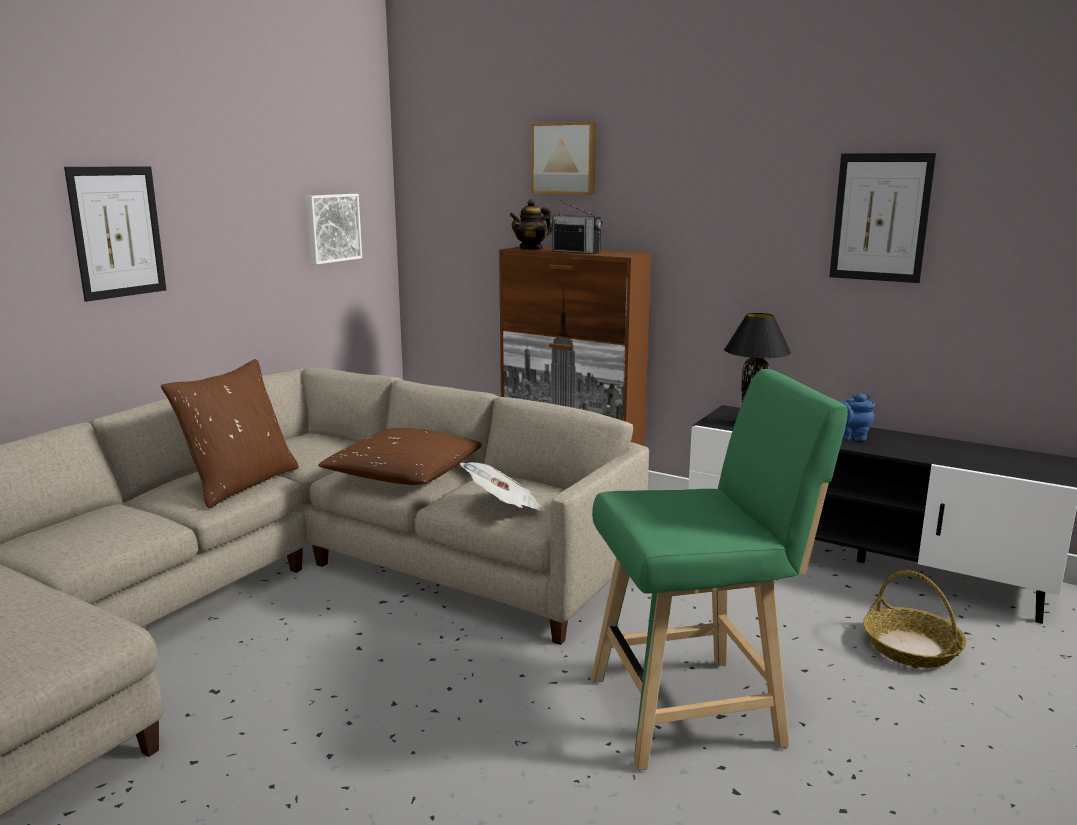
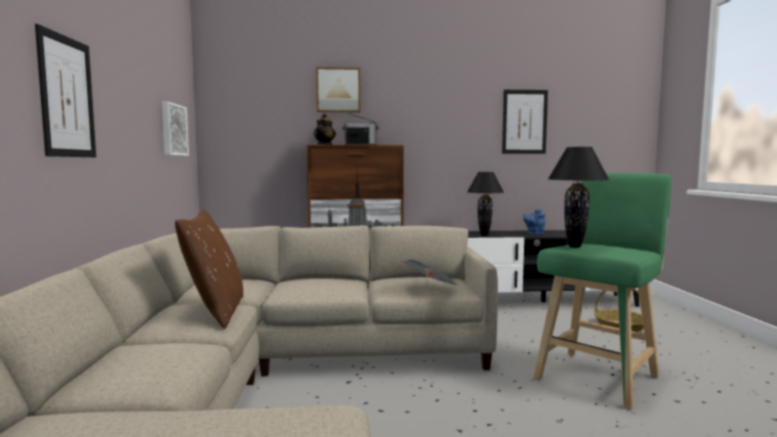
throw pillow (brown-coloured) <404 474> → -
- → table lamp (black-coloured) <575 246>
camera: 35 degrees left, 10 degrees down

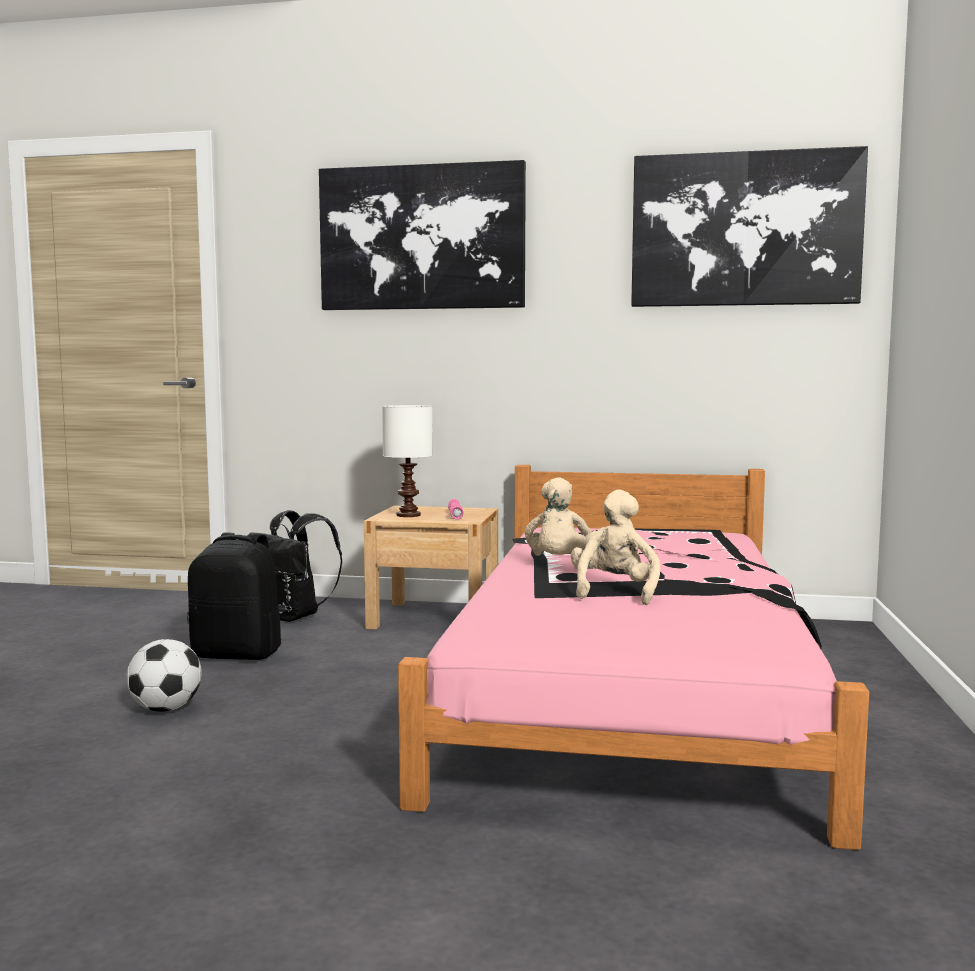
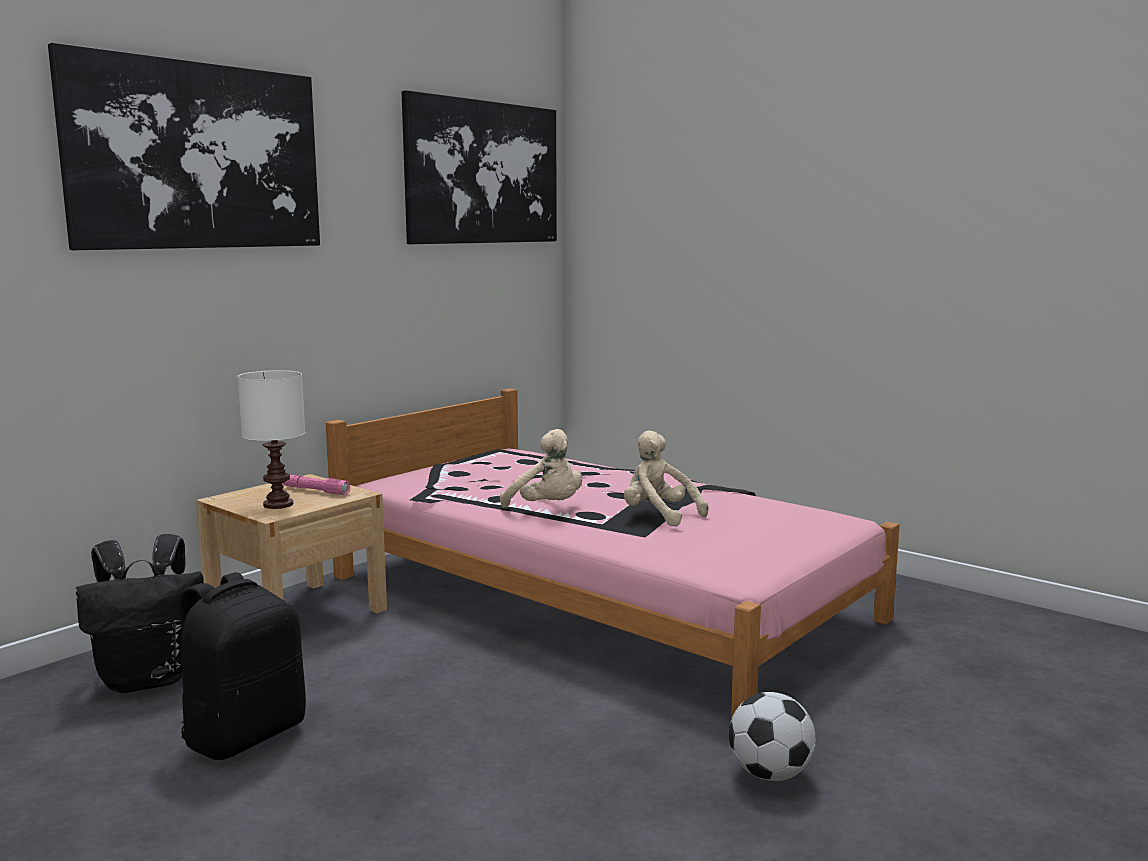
football ball <166 709> → football ball <770 774>, shifted
camera: 60 degrees left, 5 degrees up

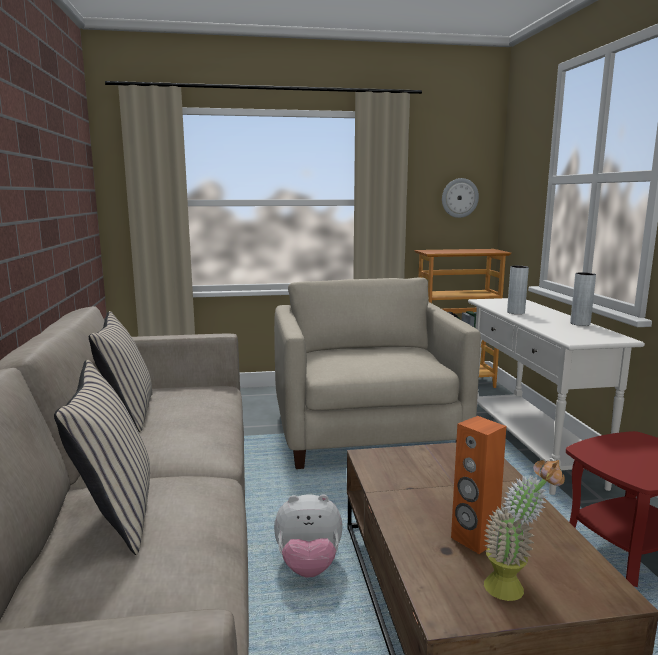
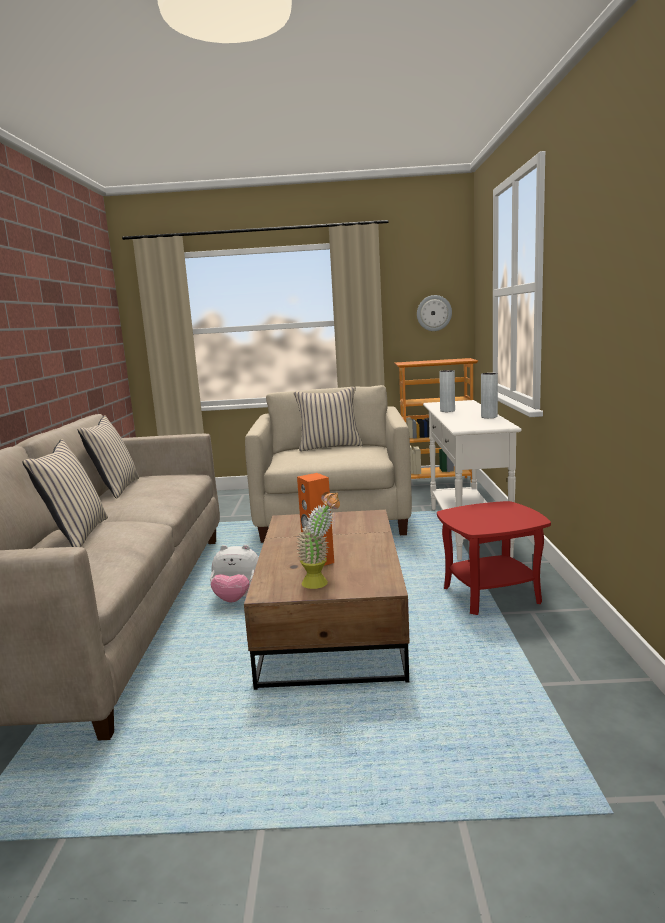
- → throw pillow (beige-coloured) <329 446>
camera: 10 degrees right, 0 degrees up

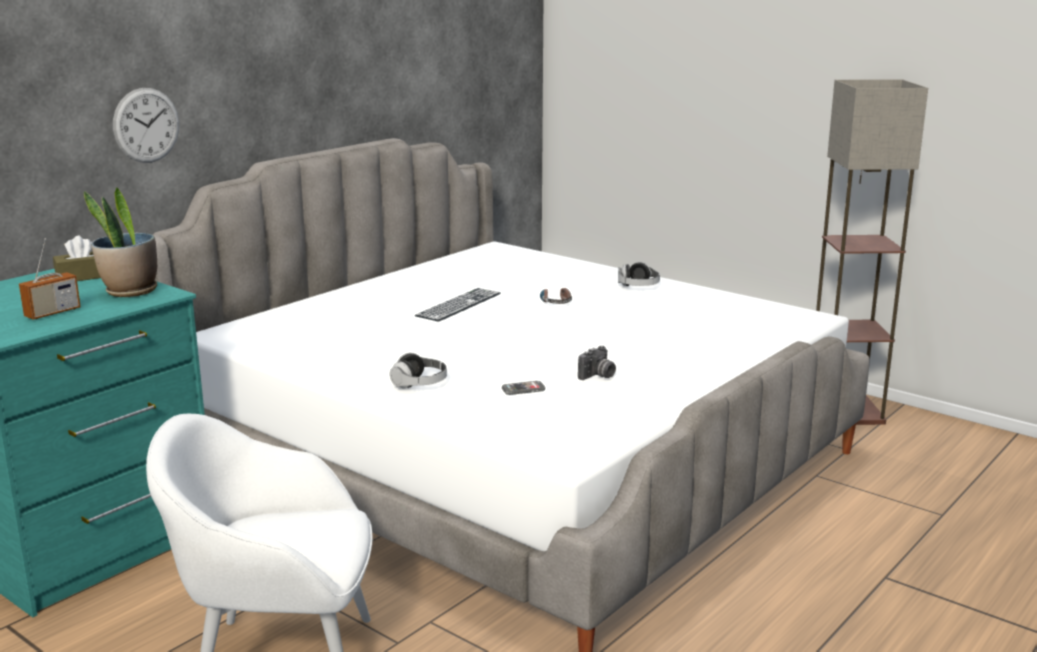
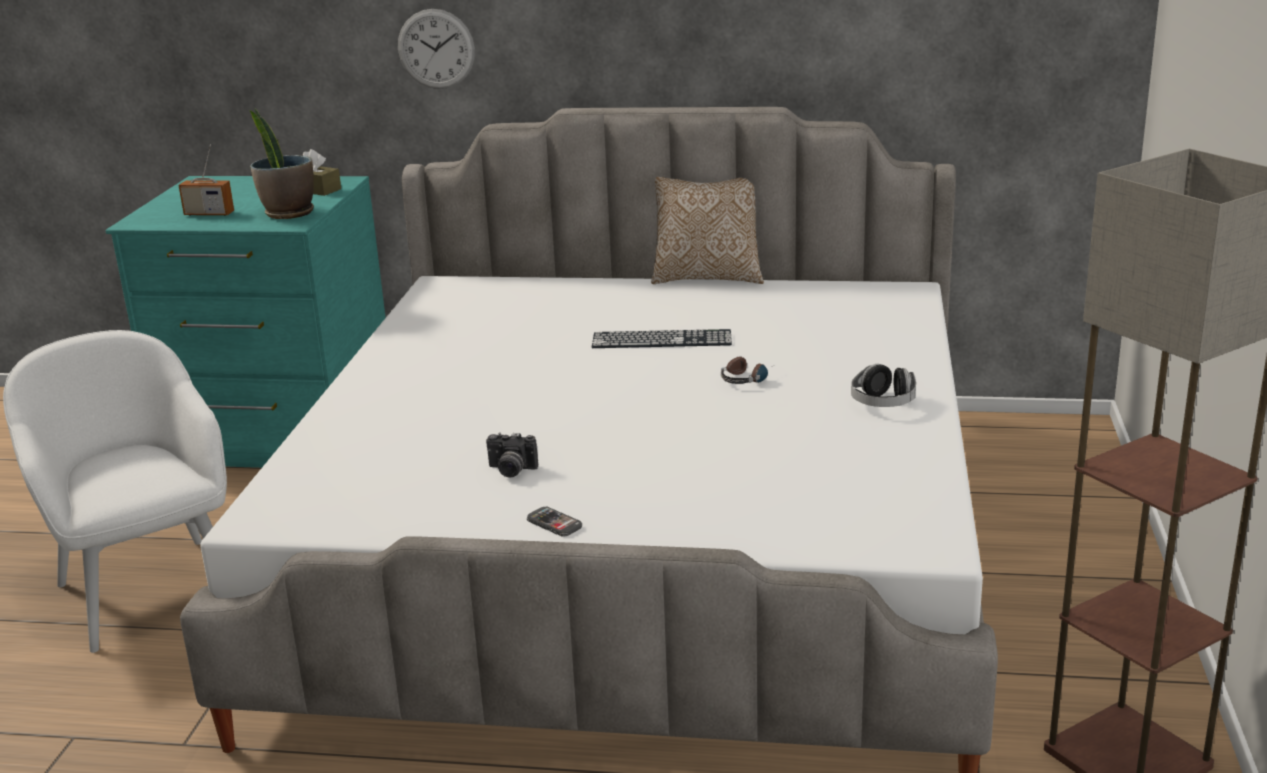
headset <419 384> → -
phone <523 389> → phone <554 523>, shifted
- → throw pillow <708 277>
camera: 60 degrees right, 5 degrees up

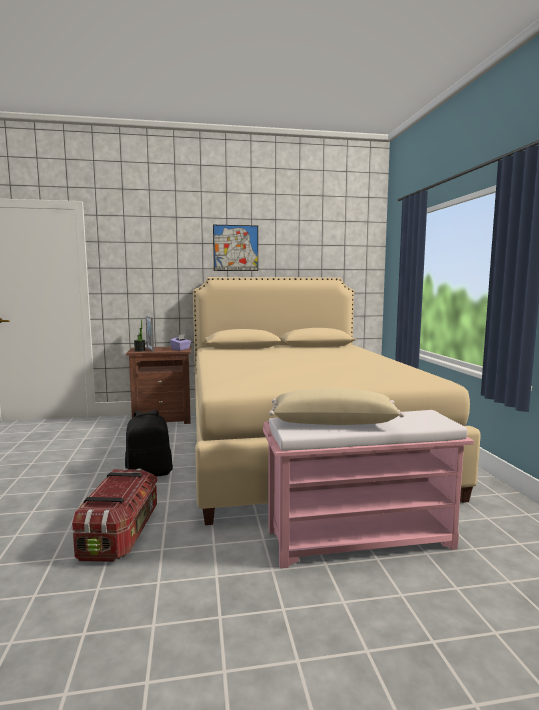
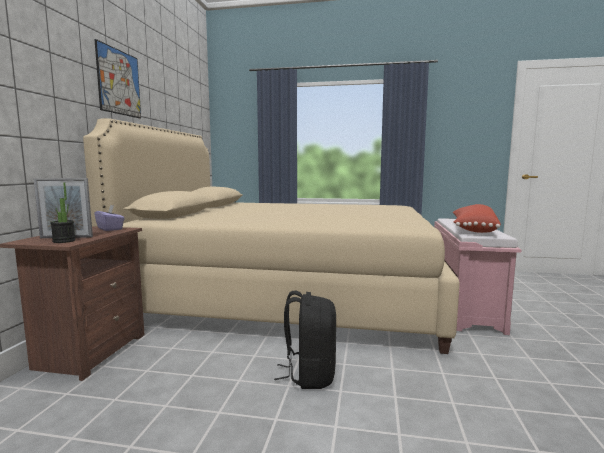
throw pillow (beige-coloured) <333 422> → throw pillow (reddish) <473 229>
storage box <121 533> → -
camera: 70 degrees left, 0 degrees up

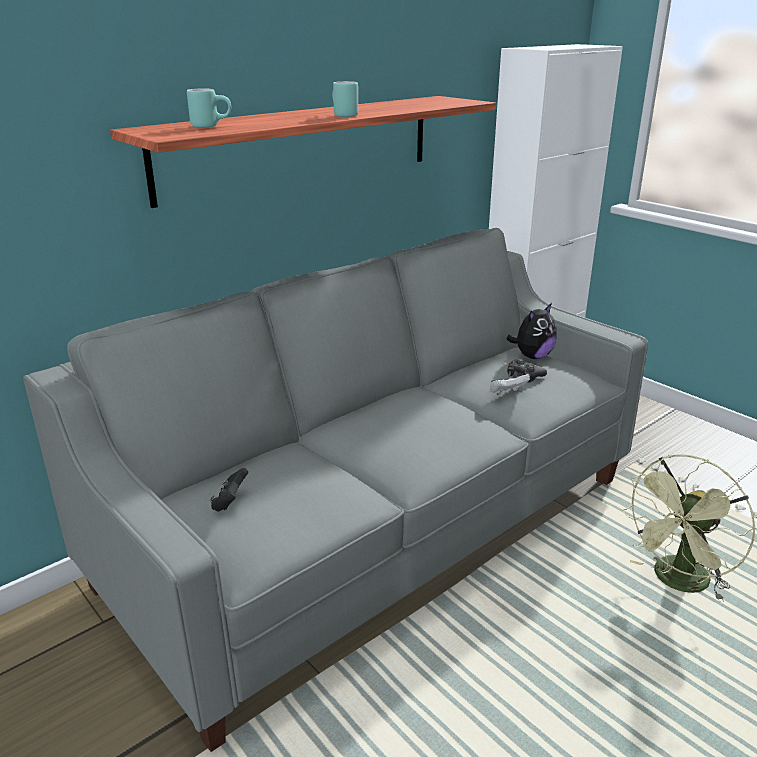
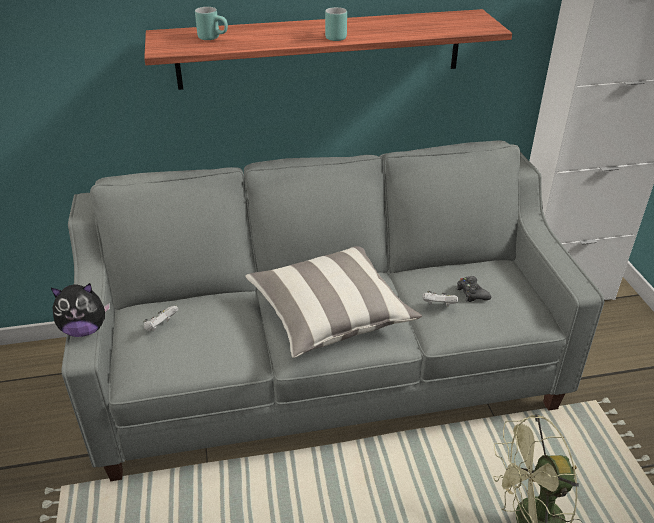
cuddly toy <532 356> → cuddly toy <85 329>, shifted
gamepad (black-coloured) <230 502> → gamepad (whitish) <161 326>
- → throw pillow <330 314>
camera: 30 degrees right, 10 degrees up

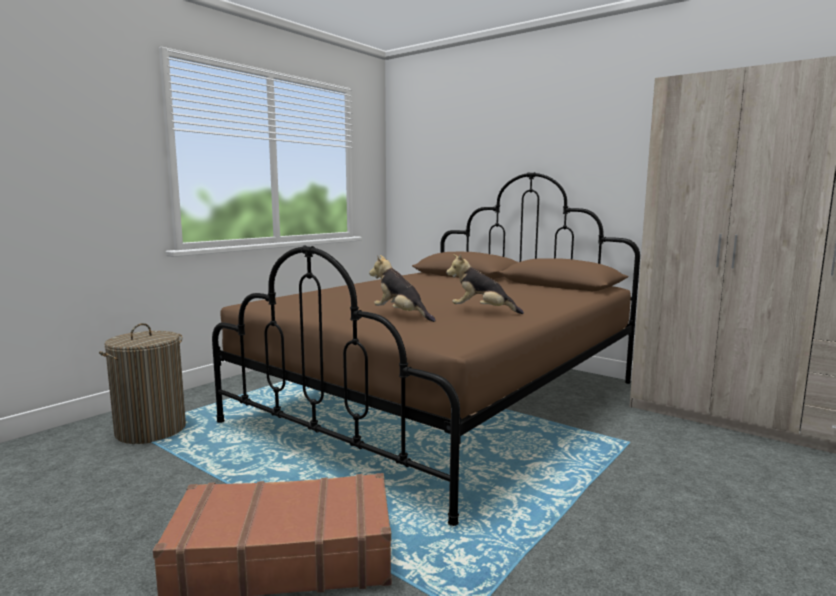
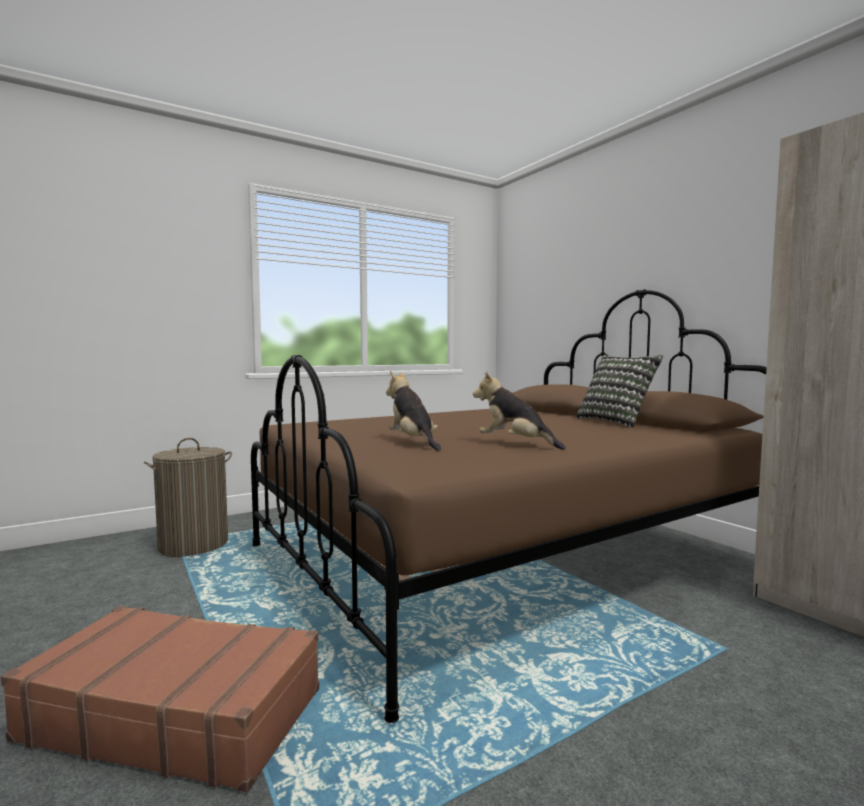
- → throw pillow <616 422>
camera: 20 degrees right, 5 degrees down

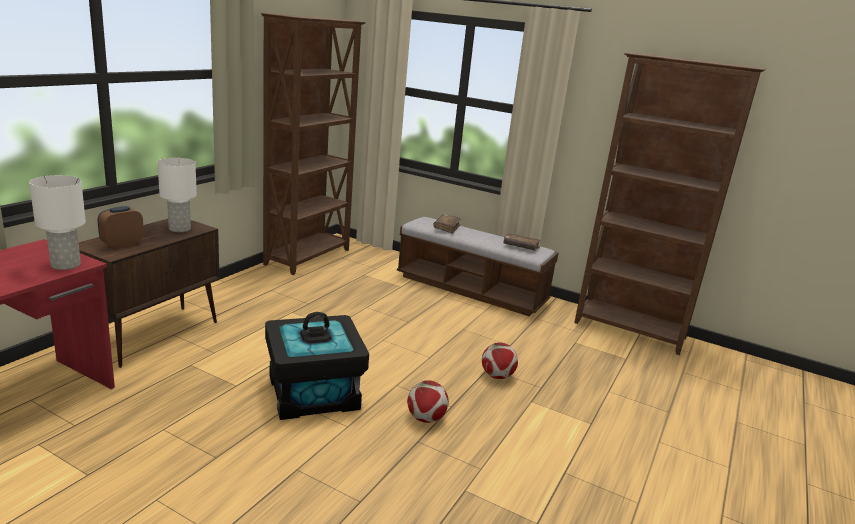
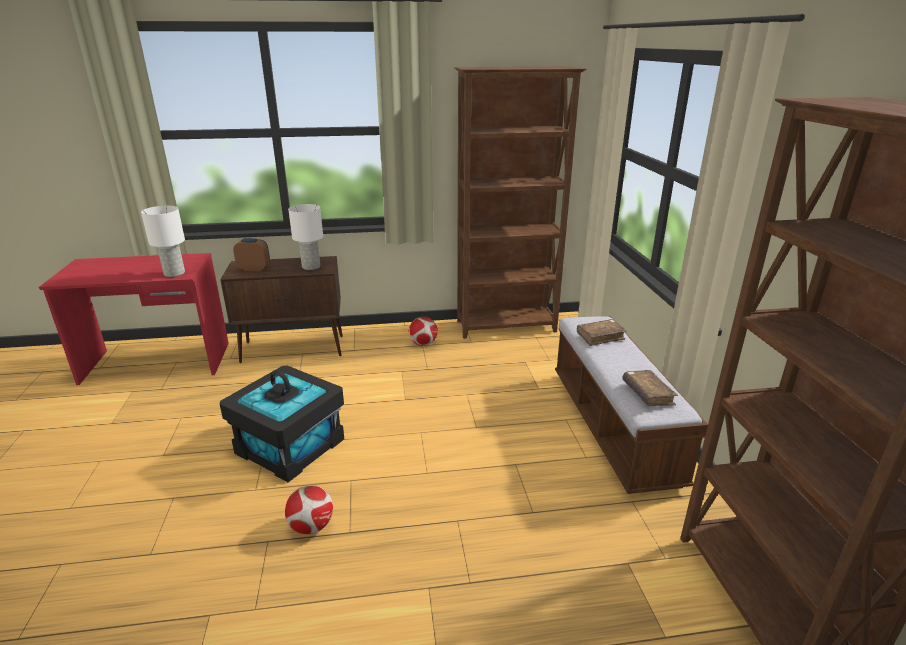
football ball <497 376> → football ball <423 344>, shifted
camera: 55 degrees right, 5 degrees up

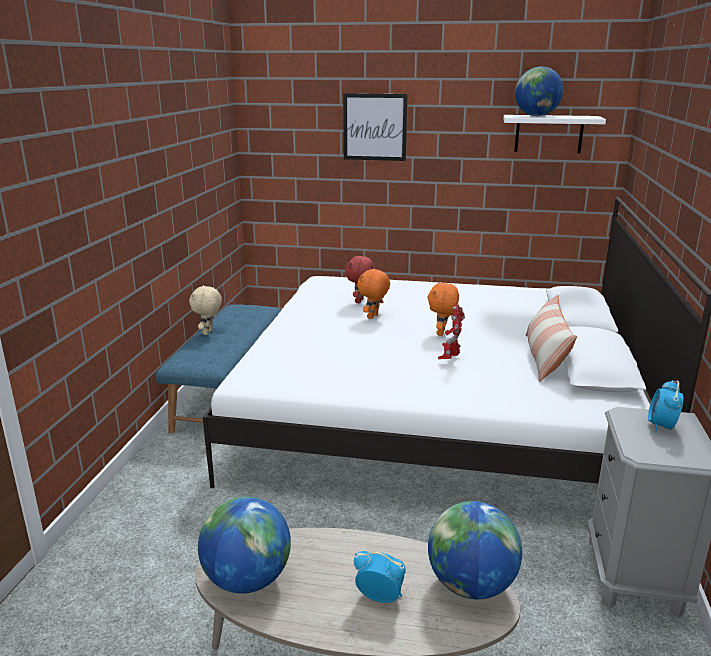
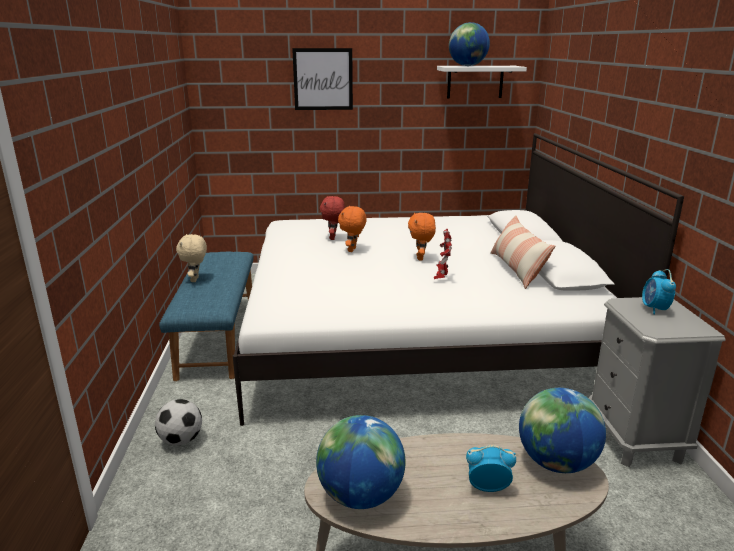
- → football ball <181 440>
camera: 15 degrees left, 0 degrees up

